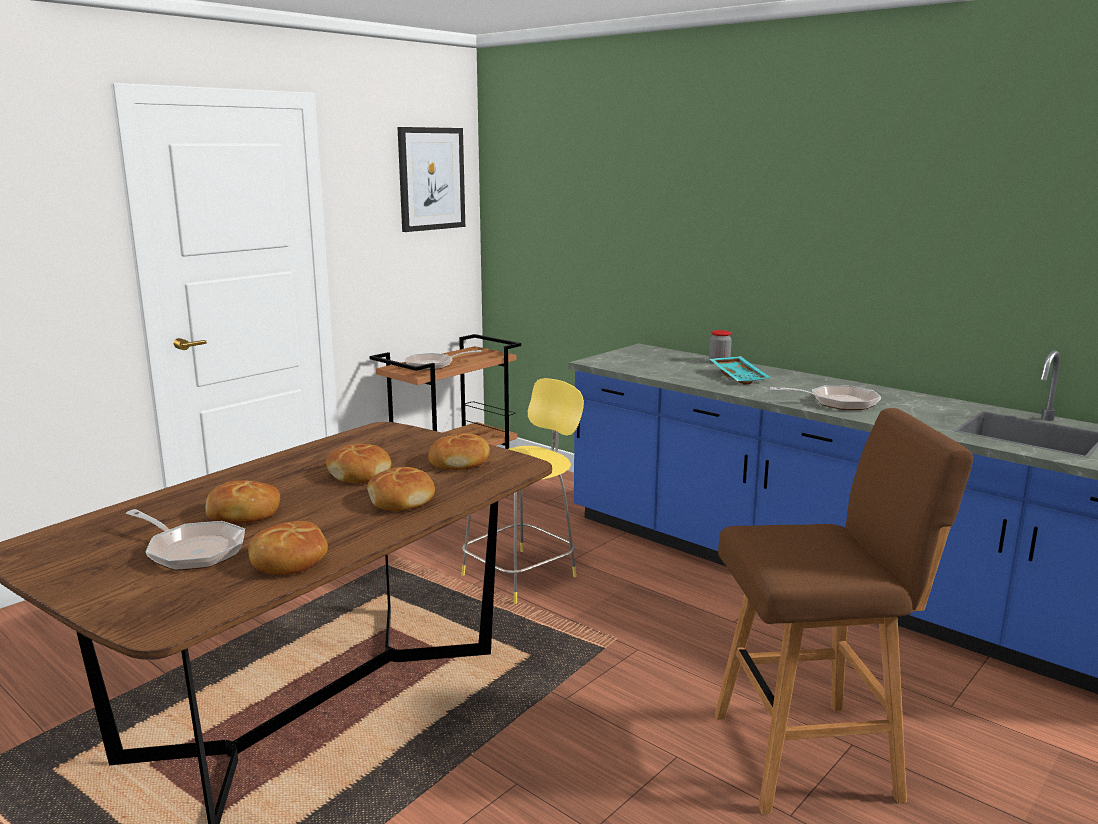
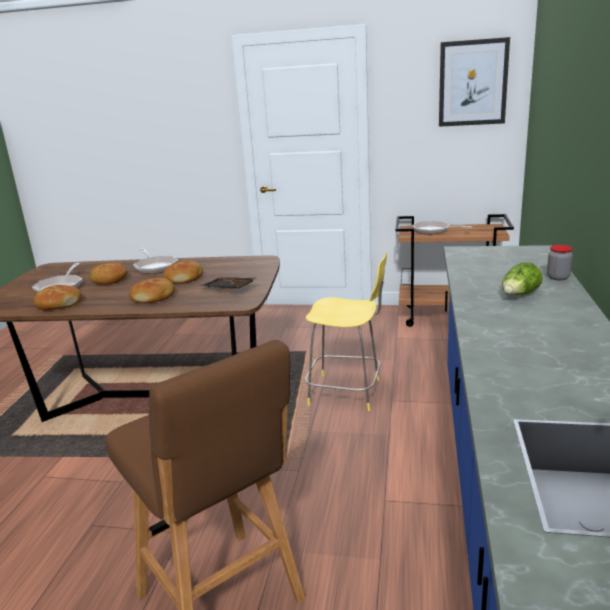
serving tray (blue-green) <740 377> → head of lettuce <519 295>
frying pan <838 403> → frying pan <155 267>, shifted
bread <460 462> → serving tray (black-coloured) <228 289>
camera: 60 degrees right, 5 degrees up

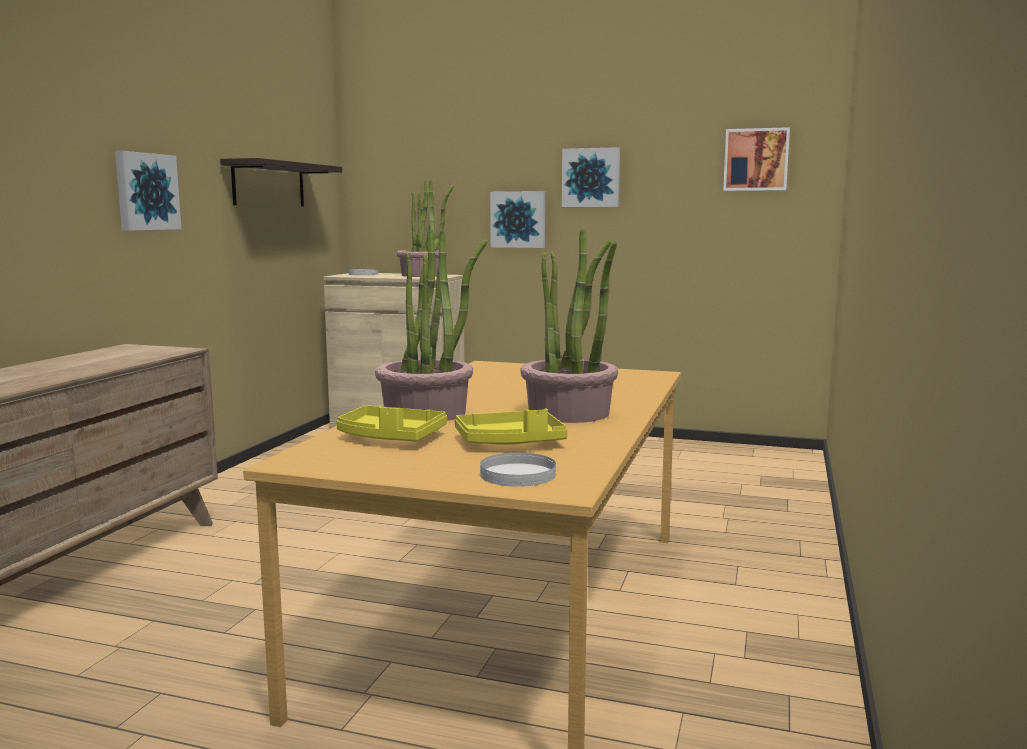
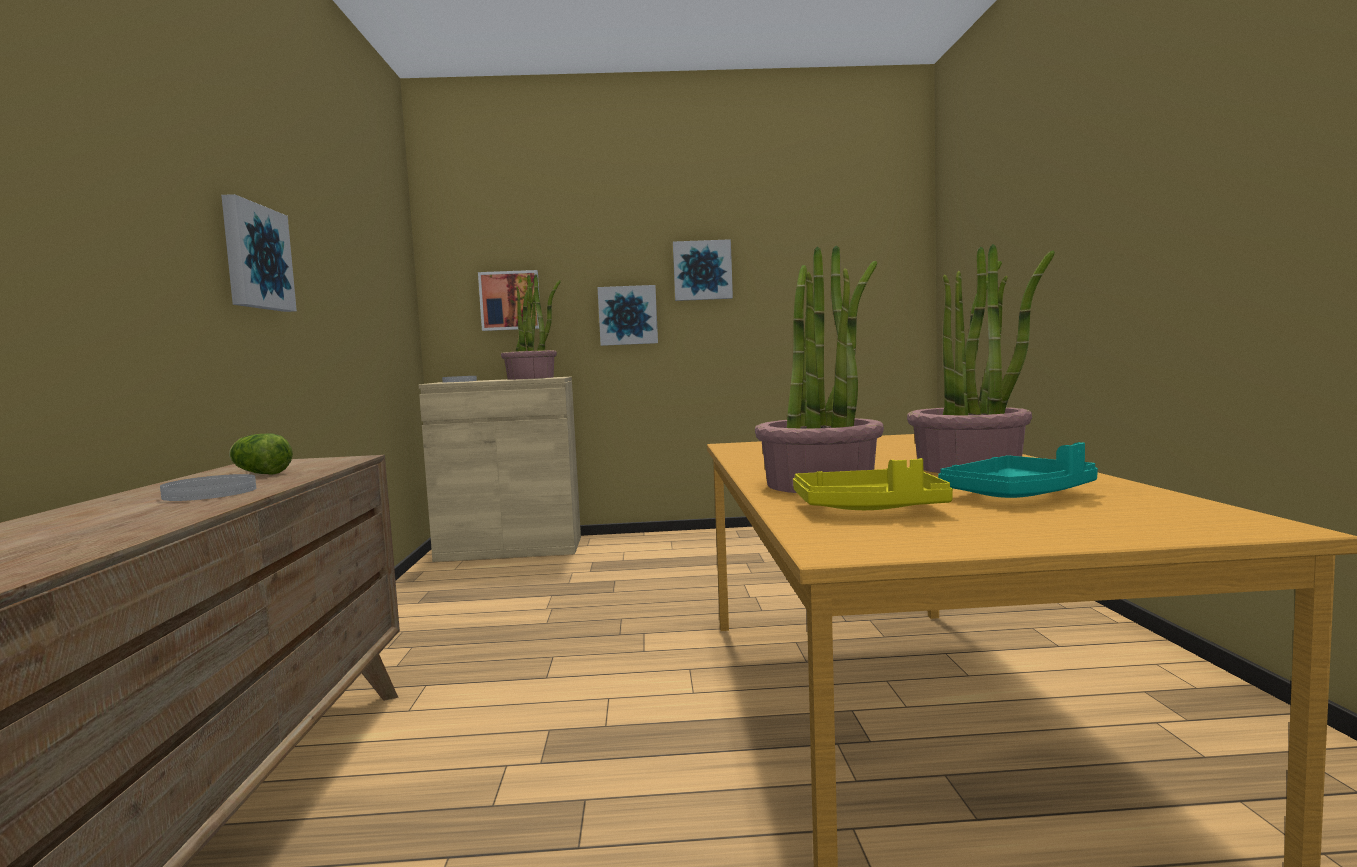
picture <756 160> → picture <510 300>, shifted
bracket shelf <269 184> → -
serving tray (yellow-coloured) <510 442> → serving tray (blue-green) <1018 495>
flat dish (whitish) <518 474> → flat dish (whitish) <211 493>, shifted
- → head of lettuce <259 473>
camera: 20 degrees left, 5 degrees down

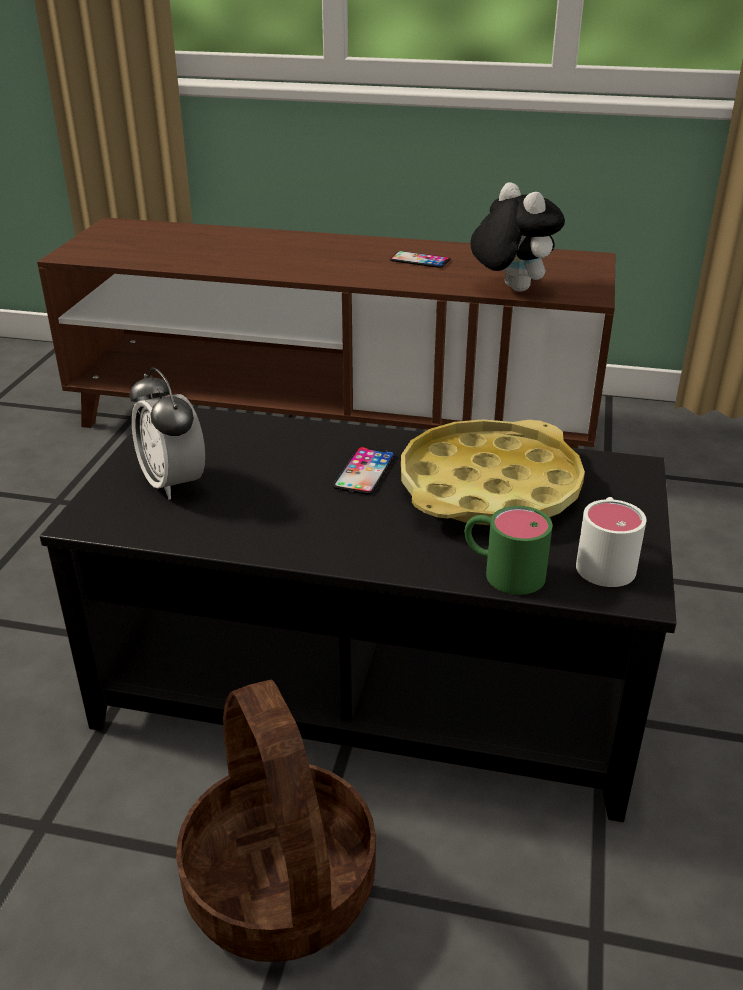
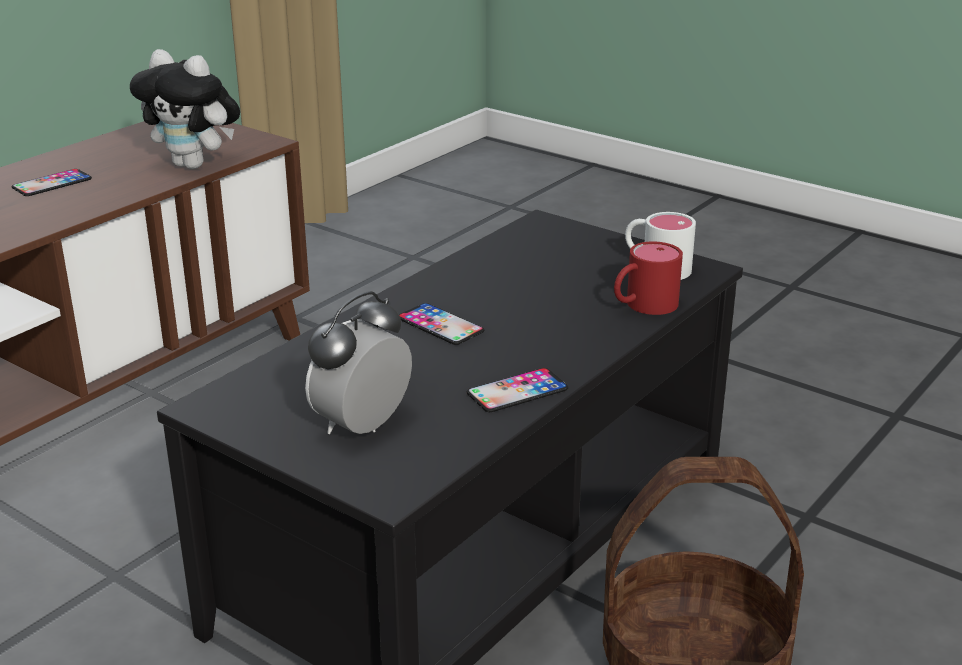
cuddly toy <510 289> → cuddly toy <195 165>, 150 degrees counterclockwise
bedside clock <173 483> → bedside clock <362 426>, 135 degrees clockwise
serving tray (yellow-coloured) <489 487> → -
coffee mug (green) <502 571> → coffee mug (reddish) <642 306>
- → phone <517 391>
camera: 65 degrees left, 5 degrees down

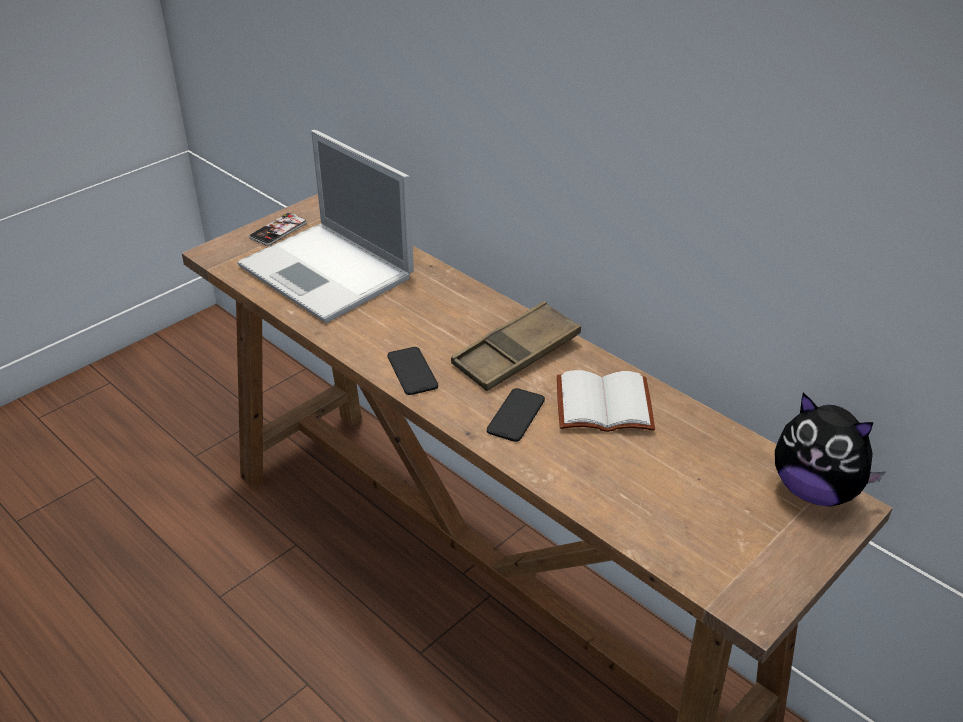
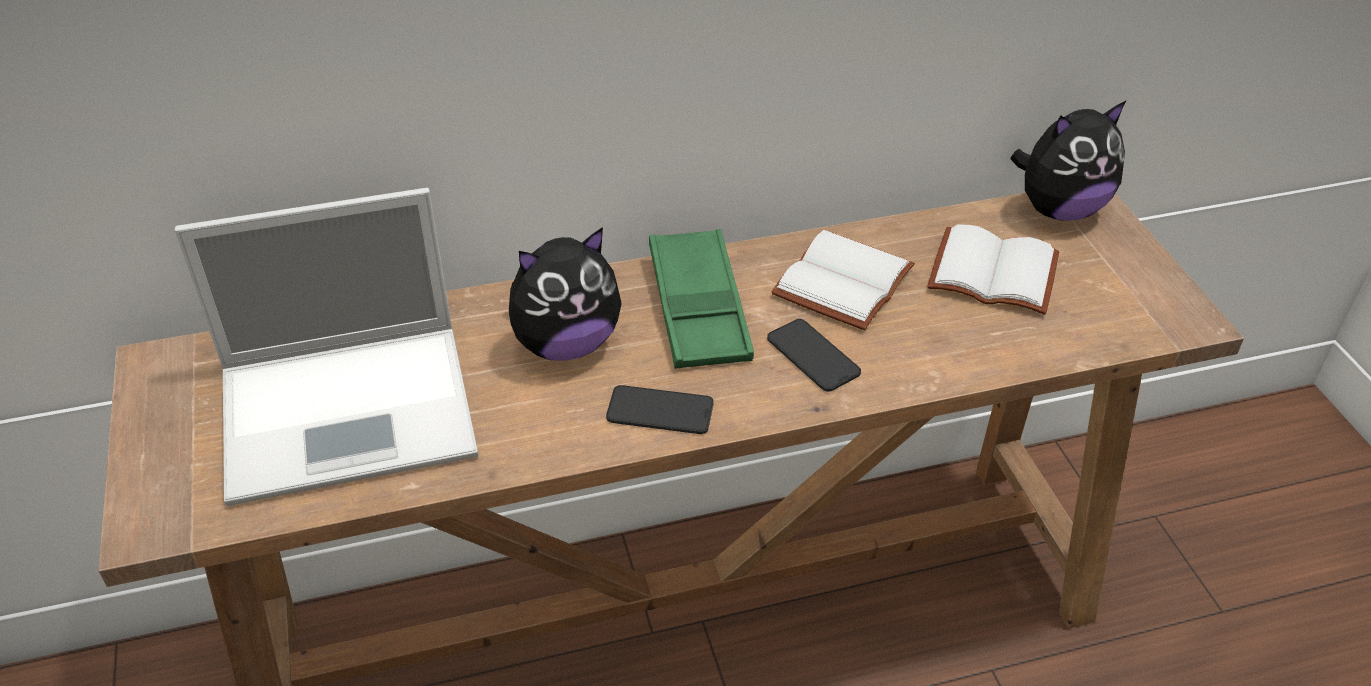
phone <278 230> → -
serving tray (brown-coloured) <516 354> → serving tray (green) <698 308>
- → book (whitish) <990 275>
- → cuddly toy <566 343>
camera: 60 degrees left, 5 degrees up

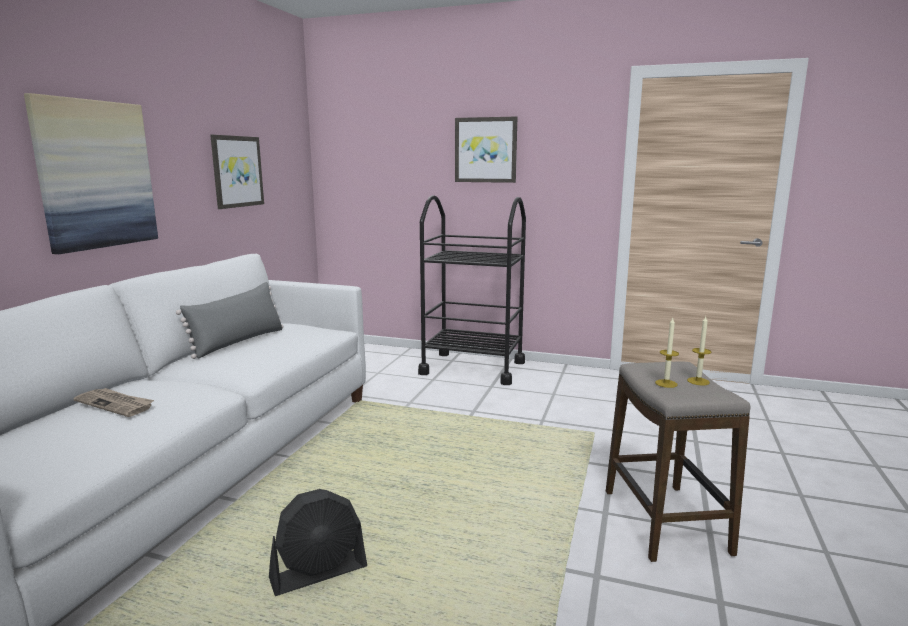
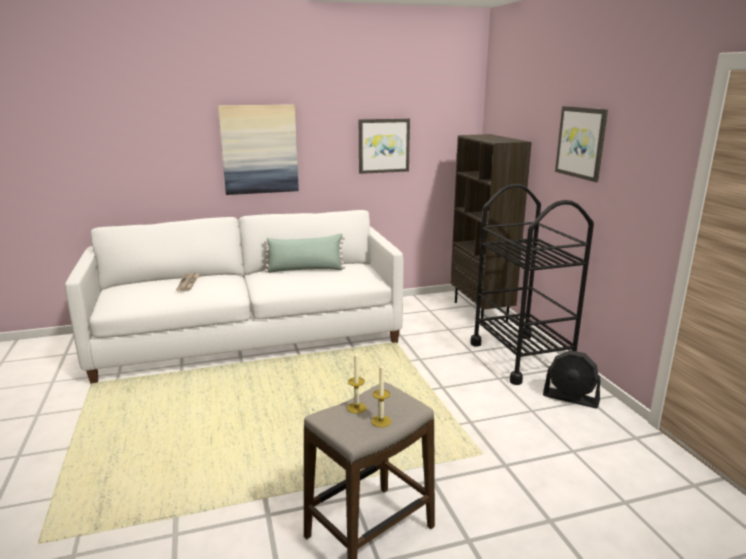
throw pillow (gray) <238 342> → throw pillow (green) <305 270>
electric fan (black-coloured) <319 573> → electric fan (black-coloured) <571 398>, shifted
- → bookshelf (brown-coloured) <481 311>
camera: 55 degrees right, 5 degrees up

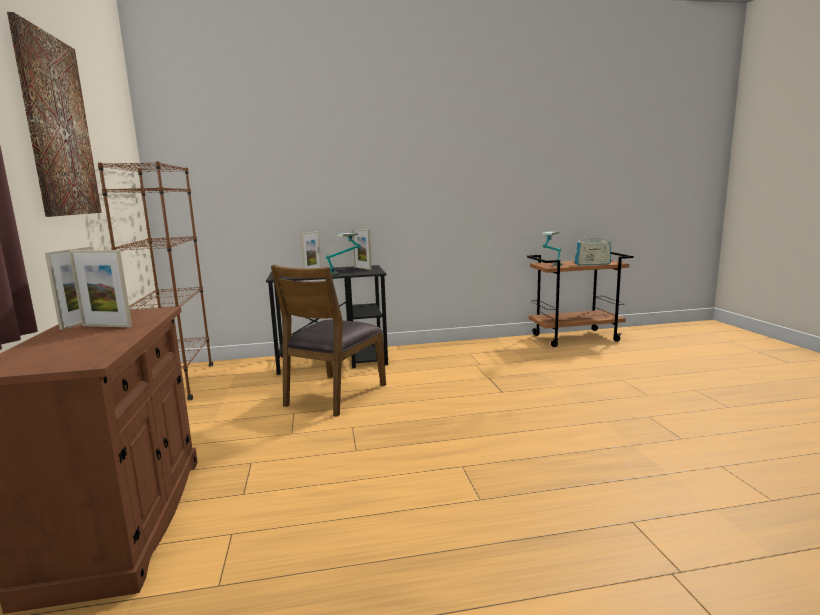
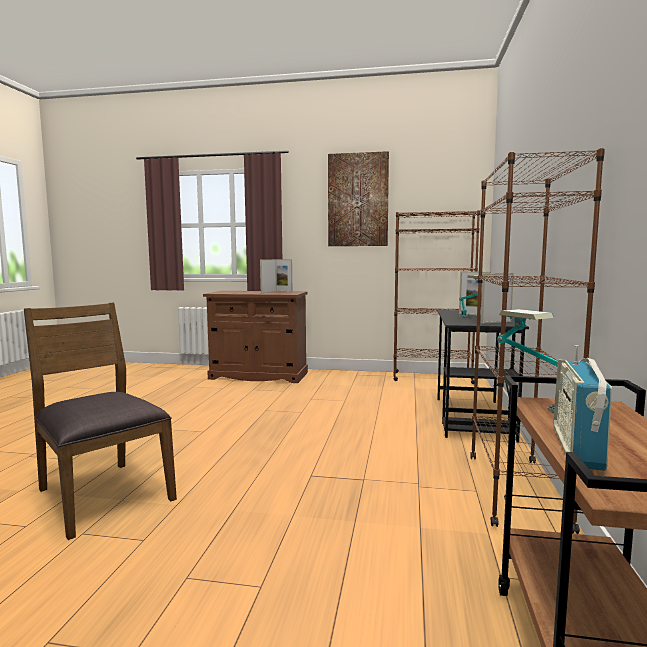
chair (brown-coloured) <334 394> → chair (brown-coloured) <102 495>, shifted
- → bookshelf (brown-coloured) <515 489>
camera: 110 degrees right, 5 degrees down

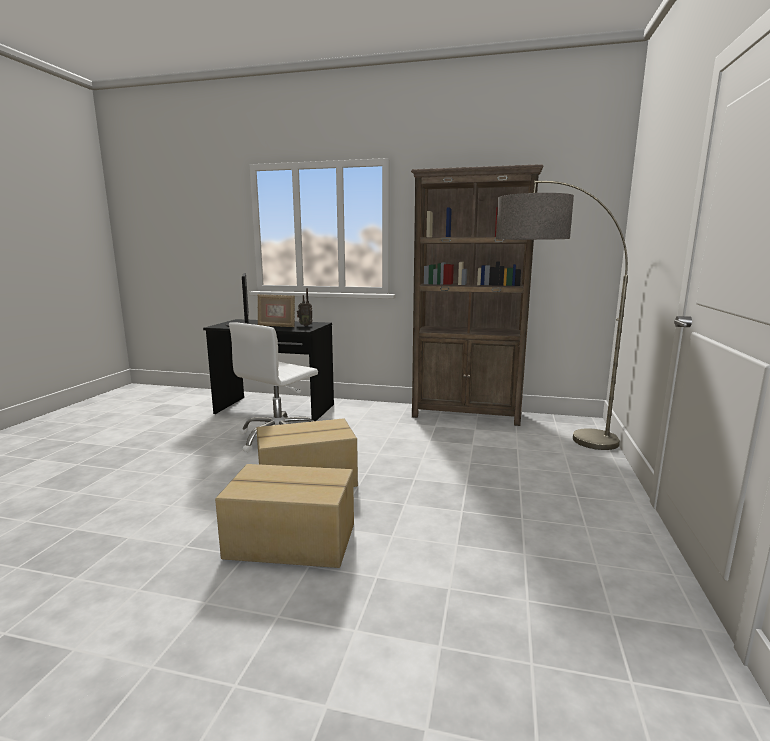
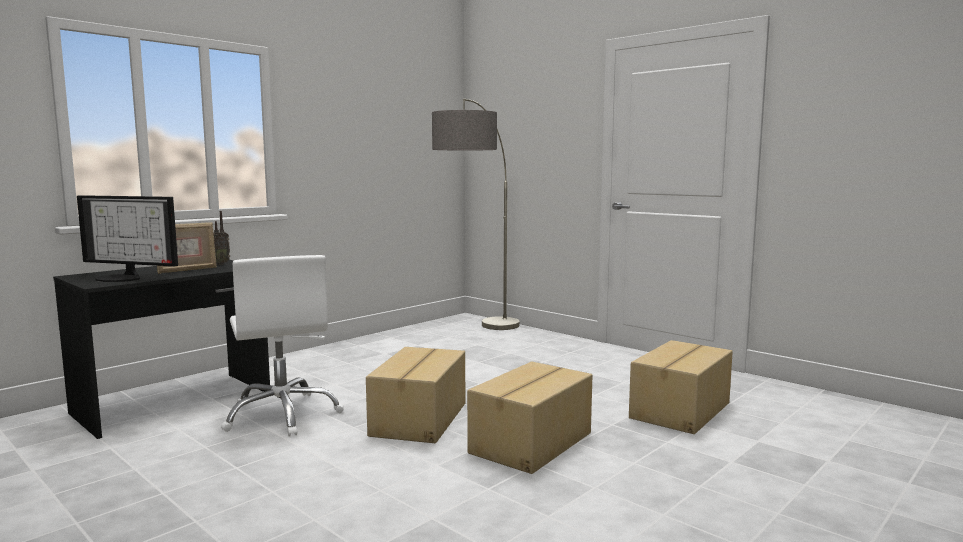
bookshelf (brown-coloured) <467 414> → -
- → packing box <682 410>
camera: 60 degrees left, 5 degrees down

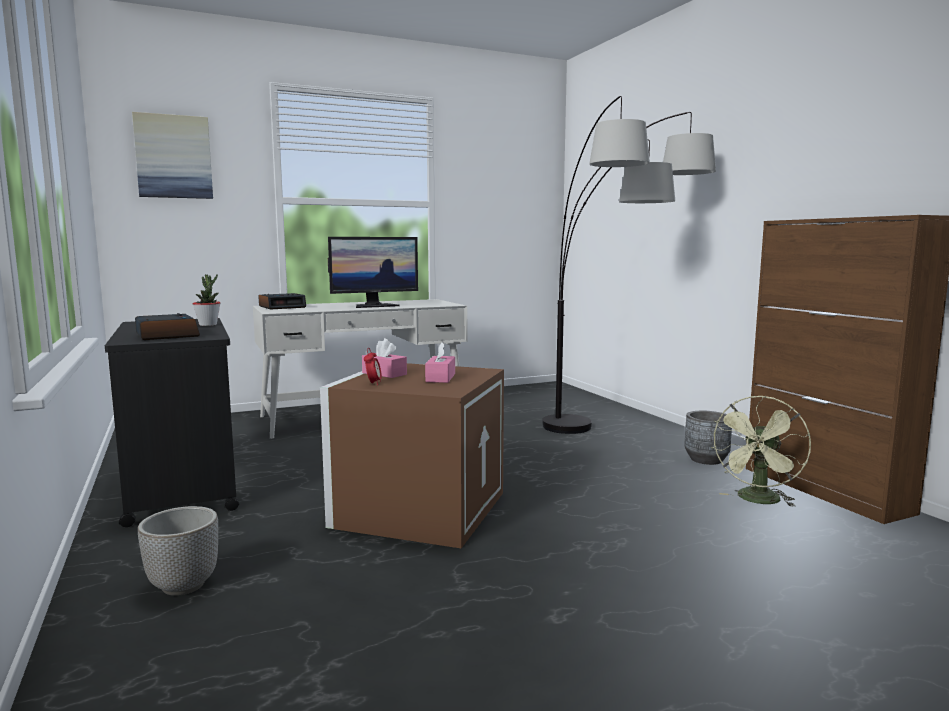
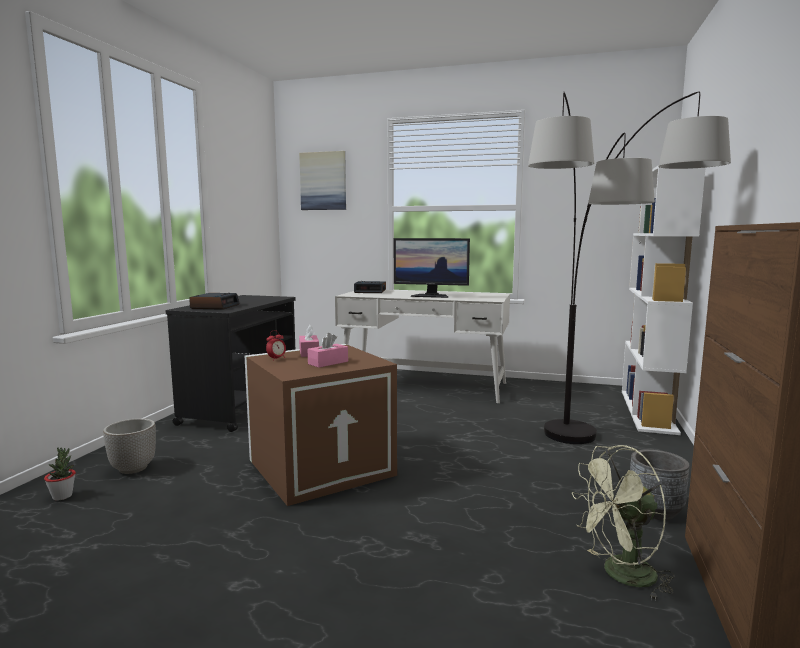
plant in a pot <208 325> → plant in a pot <62 496>, shifted
- → bookshelf (whitish) <648 411>
camera: 40 degrees right, 0 degrees up

